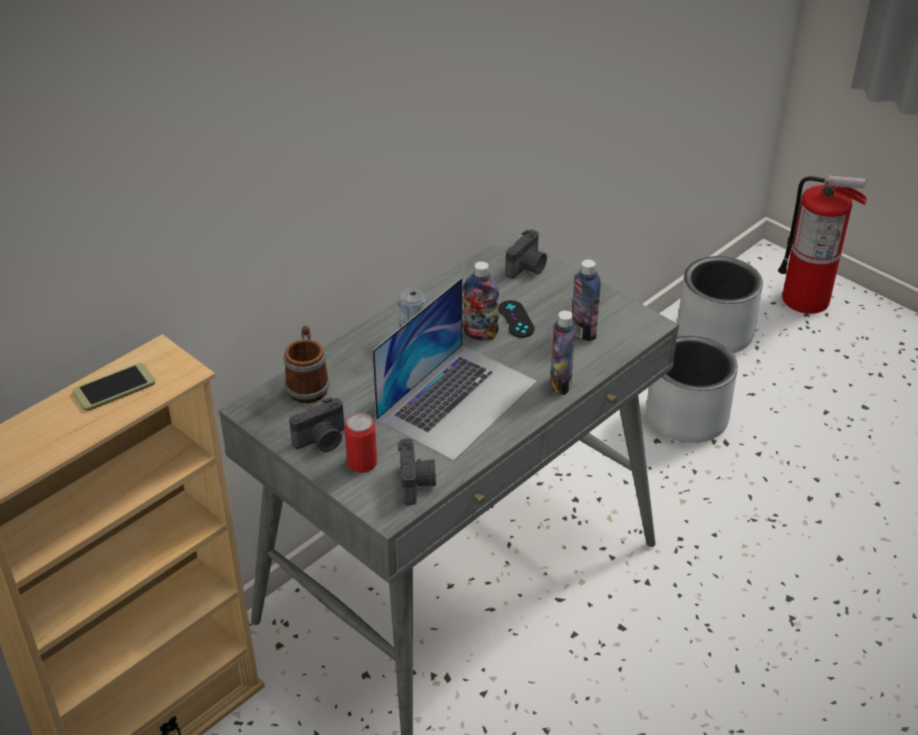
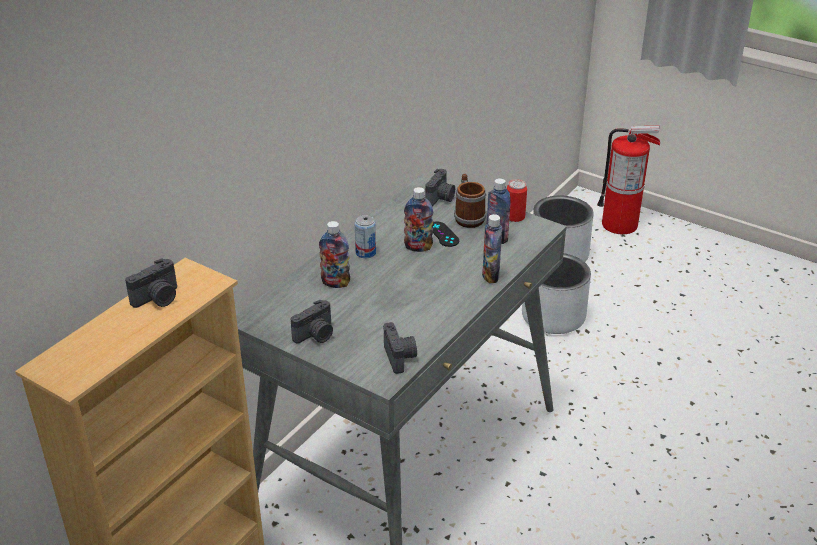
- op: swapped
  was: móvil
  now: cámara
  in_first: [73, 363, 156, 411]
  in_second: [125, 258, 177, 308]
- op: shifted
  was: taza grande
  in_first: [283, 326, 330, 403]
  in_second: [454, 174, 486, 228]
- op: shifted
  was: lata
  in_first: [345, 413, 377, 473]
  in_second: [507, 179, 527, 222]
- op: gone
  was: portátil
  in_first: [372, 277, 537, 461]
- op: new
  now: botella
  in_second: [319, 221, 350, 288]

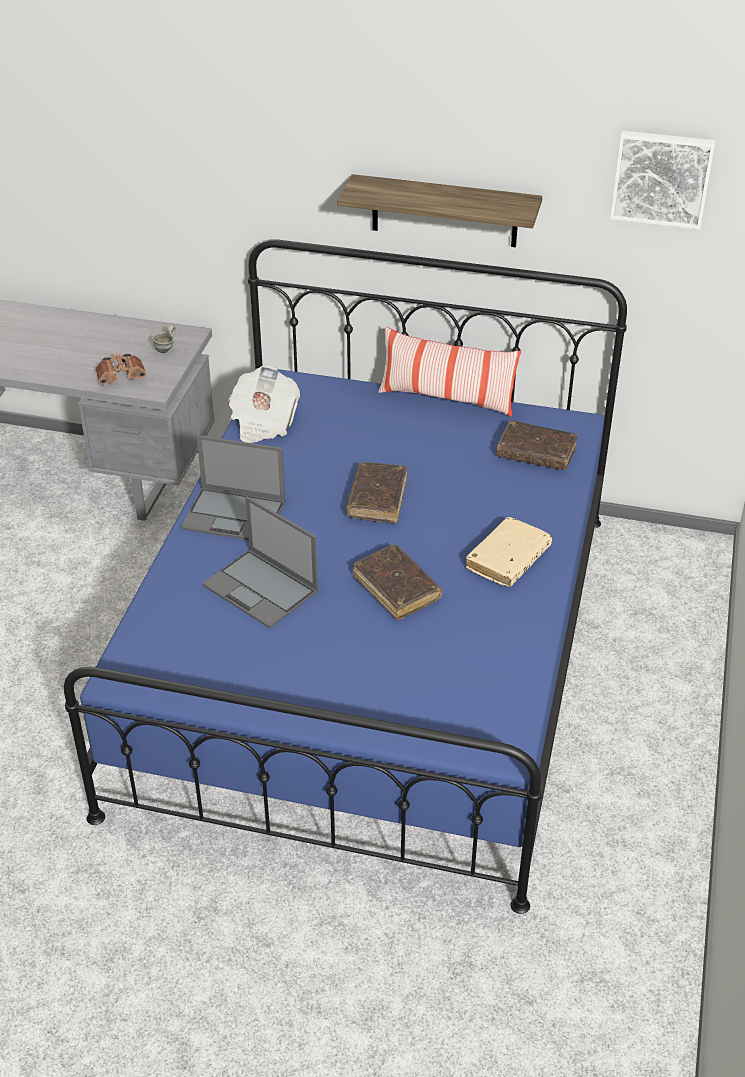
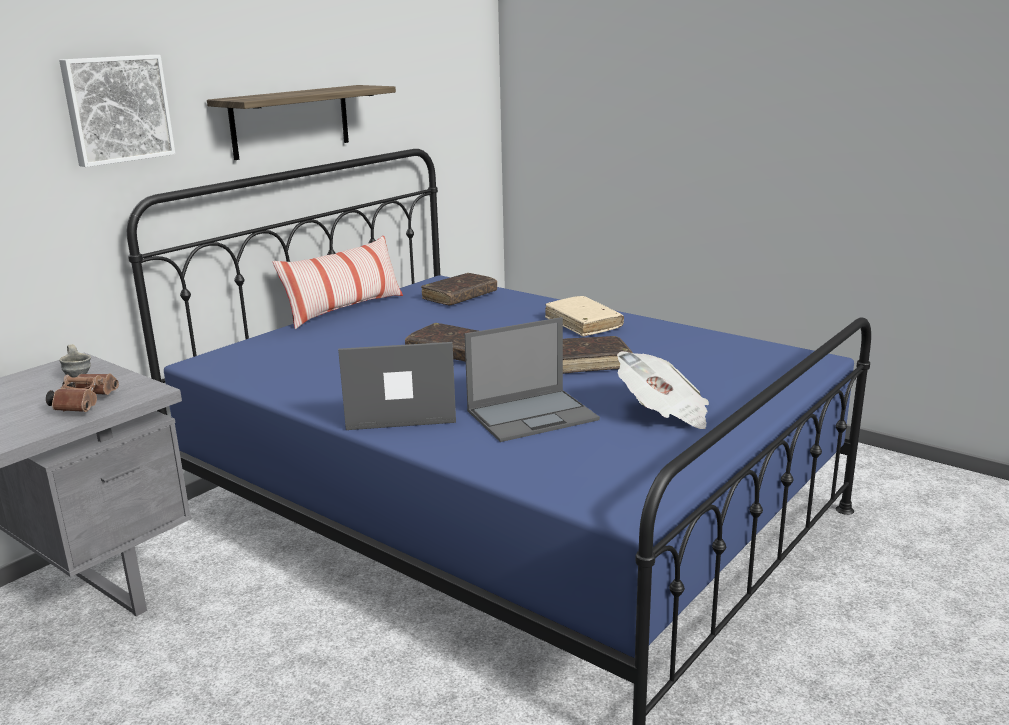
- op: rotated
  was: portátil
  in_first: [181, 435, 286, 540]
  in_second: [338, 342, 456, 430]
  clockwise: -135
- op: shifted
  was: periódico
  in_first: [228, 365, 300, 443]
  in_second: [617, 351, 709, 429]
- op: shifted
  was: cuadro
  in_first: [610, 131, 715, 229]
  in_second: [59, 55, 175, 167]

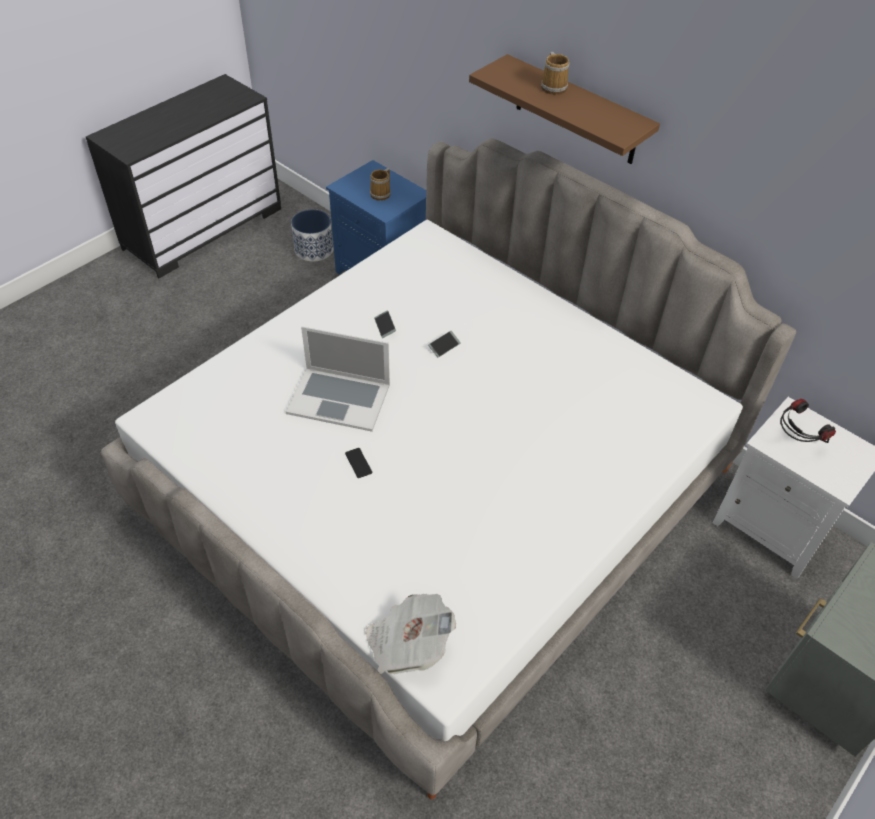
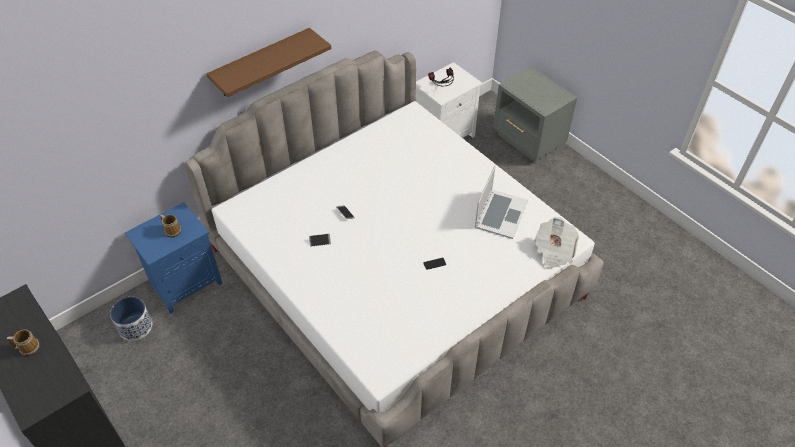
- op: shifted
  was: portátil
  in_first: [286, 327, 390, 432]
  in_second: [475, 165, 528, 239]
- op: shifted
  was: taza grande
  in_first: [541, 52, 570, 95]
  in_second: [7, 329, 40, 356]

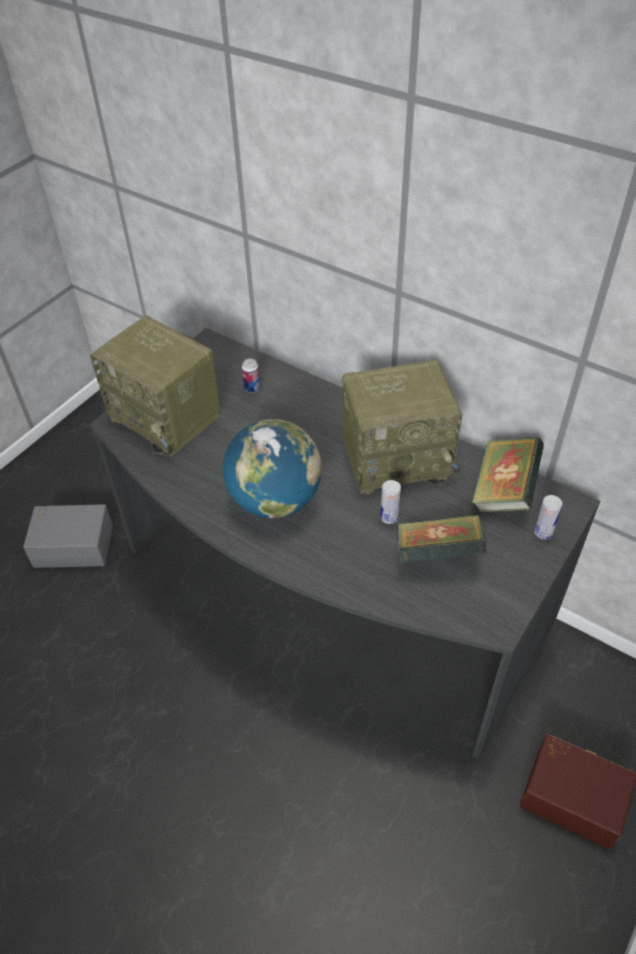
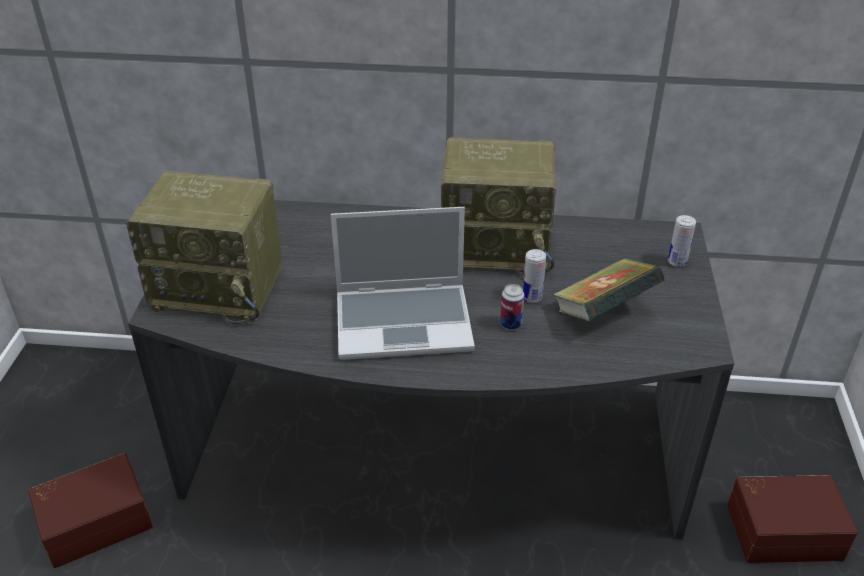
- op: repainted
  was: caja de almacenaje [gris]
  now: caja de almacenaje [marrón]
  in_first: [23, 504, 113, 568]
  in_second: [28, 453, 153, 568]
- op: swapped
  was: globo terráqueo
  now: portátil
  in_first: [223, 419, 322, 518]
  in_second: [331, 207, 475, 360]
- op: shifted
  was: lata
  in_first: [242, 359, 260, 393]
  in_second: [500, 284, 525, 330]
- op: rotated
  was: radio
  in_first: [342, 359, 462, 495]
  in_second: [441, 137, 556, 277]
  clockwise: 45
- op: gone
  was: libro
  in_first: [472, 436, 544, 512]

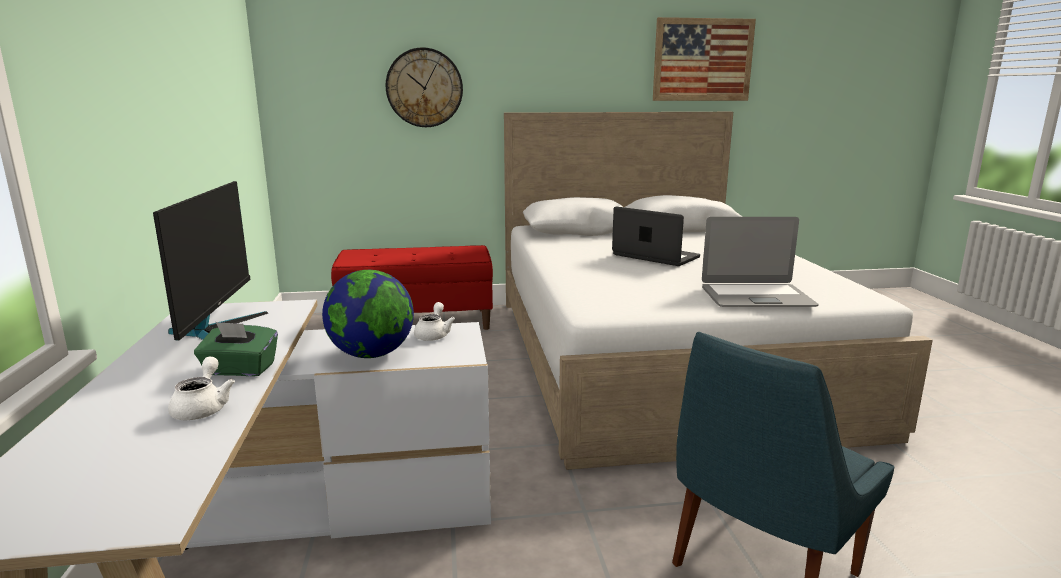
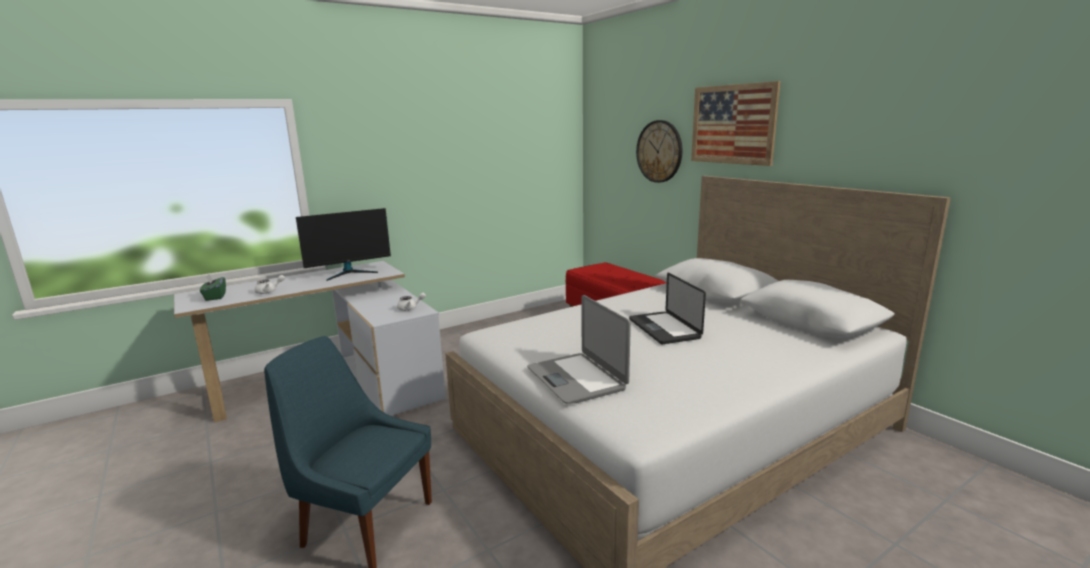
- op: shifted
  was: caja de pañuelos [verde]
  in_first: [194, 322, 278, 376]
  in_second: [200, 274, 226, 301]
- op: gone
  was: globo terráqueo
  in_first: [322, 270, 414, 358]
- op: rotated
  was: portátil
  in_first: [612, 207, 700, 266]
  in_second: [629, 273, 706, 344]
  clockwise: 150
- op: shifted
  was: cuadro
  in_first: [653, 17, 756, 101]
  in_second: [691, 81, 781, 166]

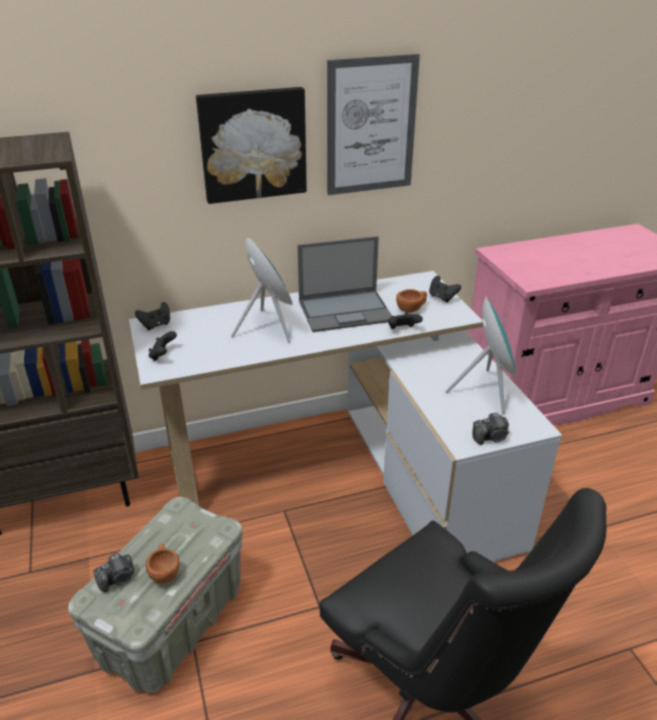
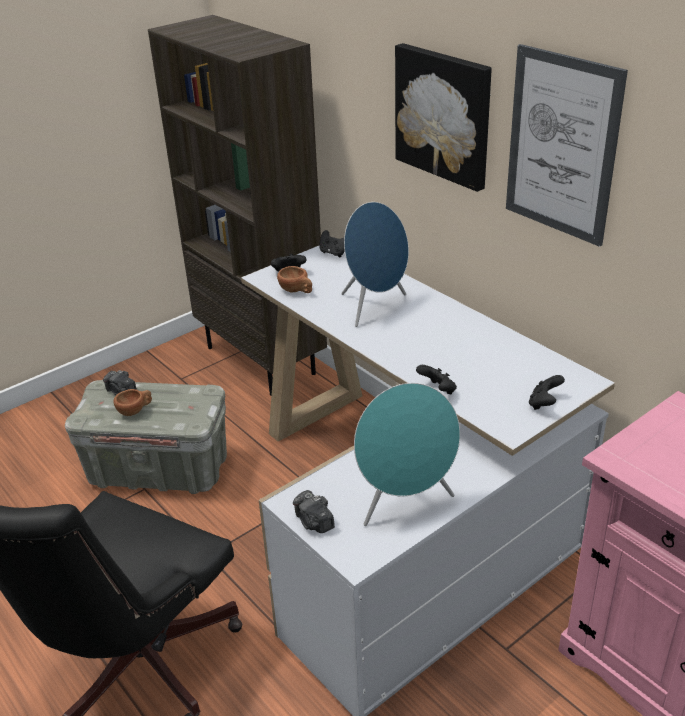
- op: gone
  was: portátil
  in_first: [298, 236, 392, 332]
- op: shifted
  was: taza [marrón]
  in_first: [396, 289, 427, 313]
  in_second: [277, 266, 312, 293]

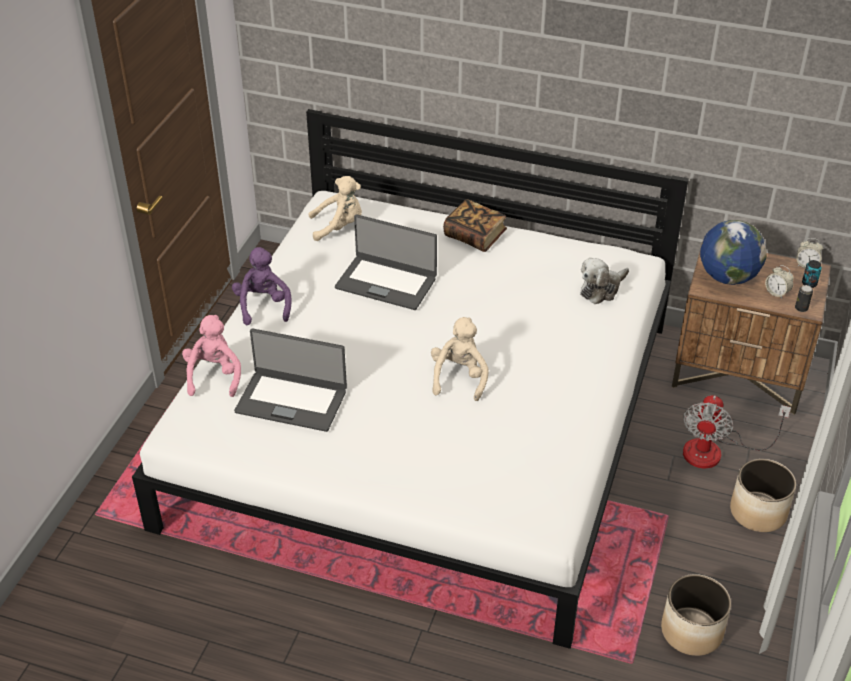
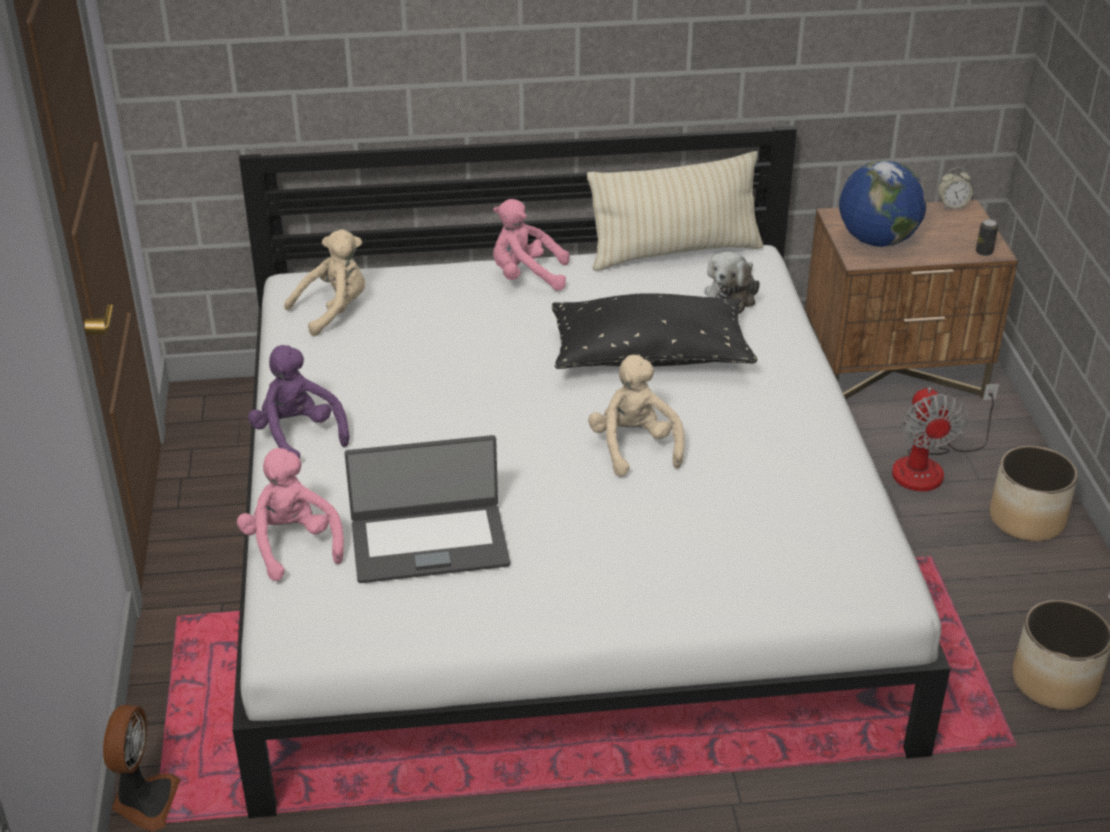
- op: gone
  was: portátil
  in_first: [335, 214, 437, 310]
- op: swapped
  was: libro
  now: peluche [rosa]
  in_first: [443, 199, 507, 252]
  in_second: [493, 199, 570, 291]
- op: gone
  was: despertador
  in_first: [765, 265, 794, 299]
- op: gone
  was: lata
  in_first: [802, 260, 822, 288]
- op: new
  now: ventilador
  in_second: [103, 705, 181, 831]
- op: new
  now: cojín [negro]
  in_second: [552, 293, 757, 369]
- op: new
  now: cojín [beis]
  in_second: [587, 151, 763, 271]

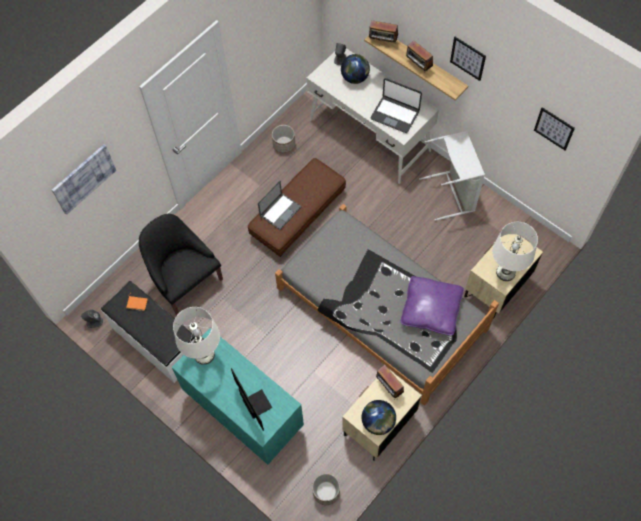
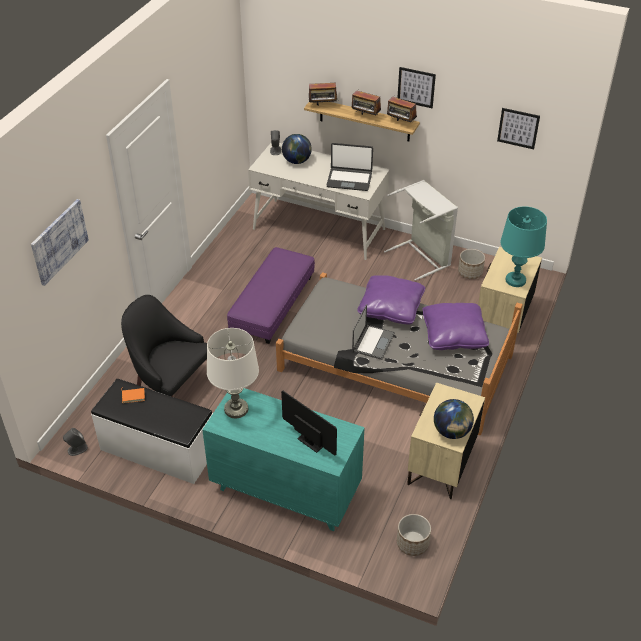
- op: repainted
  was: puf [marrón]
  now: puf [morado]
  in_first: [248, 158, 346, 257]
  in_second: [227, 247, 315, 344]
- op: shifted
  was: portátil
  in_first: [258, 181, 302, 230]
  in_second: [352, 304, 395, 360]
- op: shifted
  was: maceta
  in_first: [272, 125, 295, 153]
  in_second: [458, 249, 485, 279]
- op: shifted
  was: radio
  in_first: [376, 365, 404, 400]
  in_second: [387, 95, 417, 123]
- op: repainted
  was: lámpara de mesa [blanco]
  now: lámpara de mesa [turquesa]
  in_first: [492, 222, 538, 281]
  in_second: [500, 206, 547, 287]
- op: new
  now: cojín [morado]
  in_second: [357, 275, 425, 324]

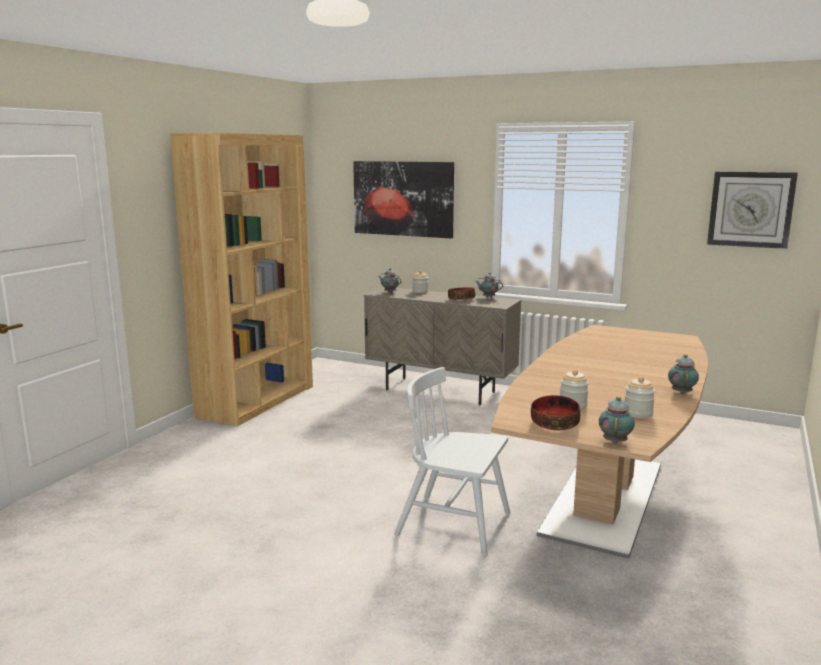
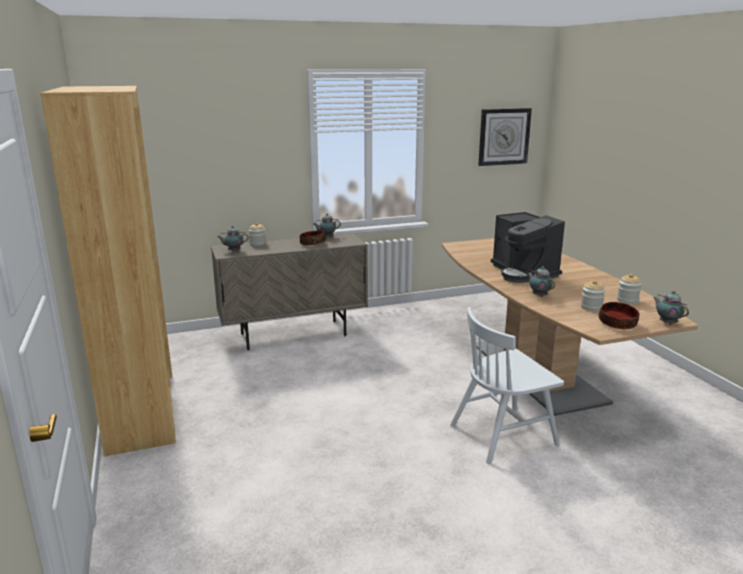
- op: gone
  was: cuadro
  in_first: [353, 161, 454, 238]
- op: shifted
  was: tetera
  in_first: [668, 354, 699, 394]
  in_second: [527, 266, 555, 297]
- op: new
  now: cafetera
  in_second: [491, 212, 565, 283]

